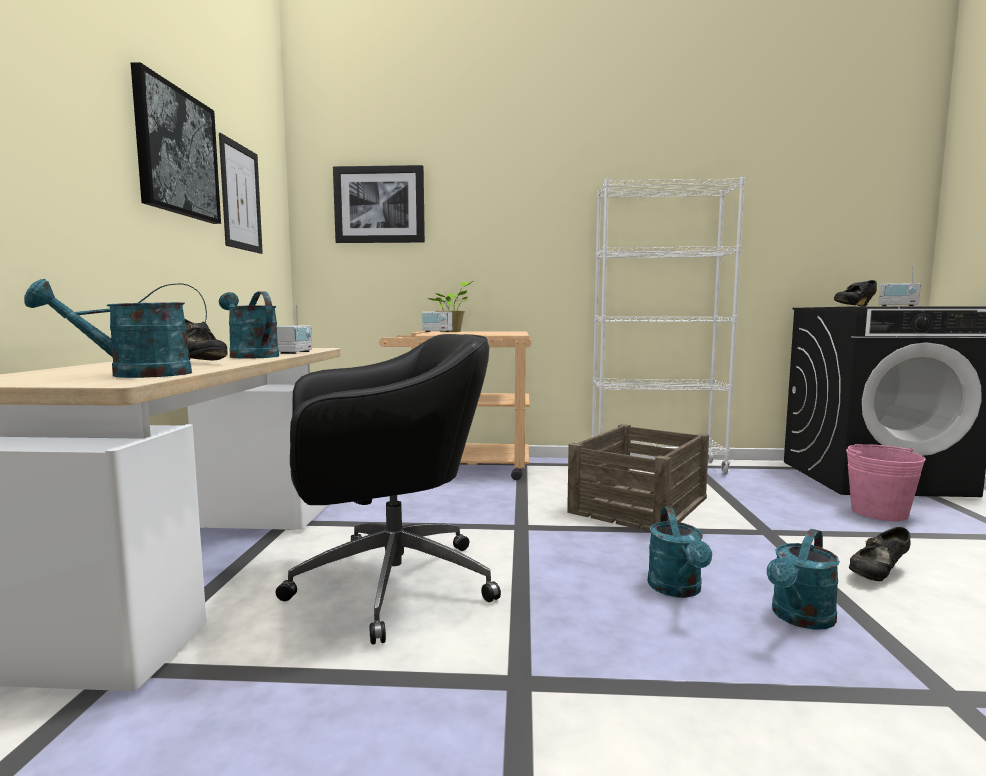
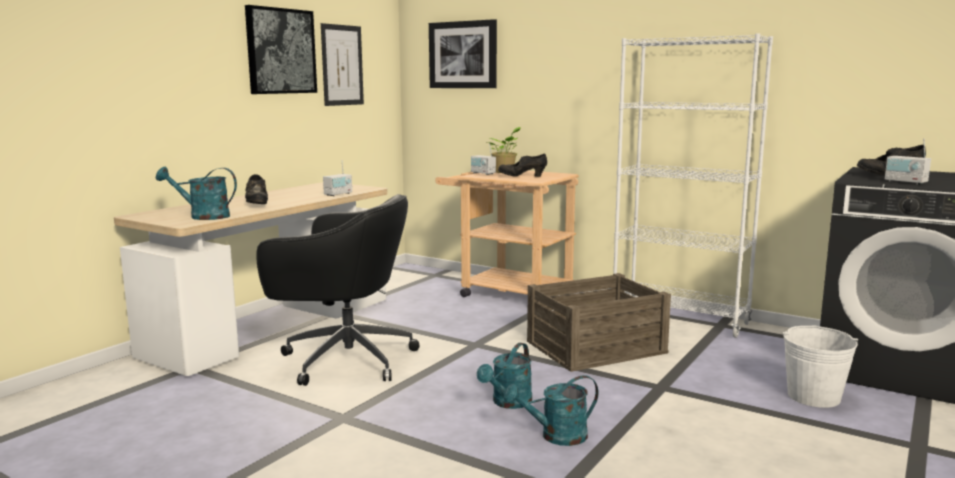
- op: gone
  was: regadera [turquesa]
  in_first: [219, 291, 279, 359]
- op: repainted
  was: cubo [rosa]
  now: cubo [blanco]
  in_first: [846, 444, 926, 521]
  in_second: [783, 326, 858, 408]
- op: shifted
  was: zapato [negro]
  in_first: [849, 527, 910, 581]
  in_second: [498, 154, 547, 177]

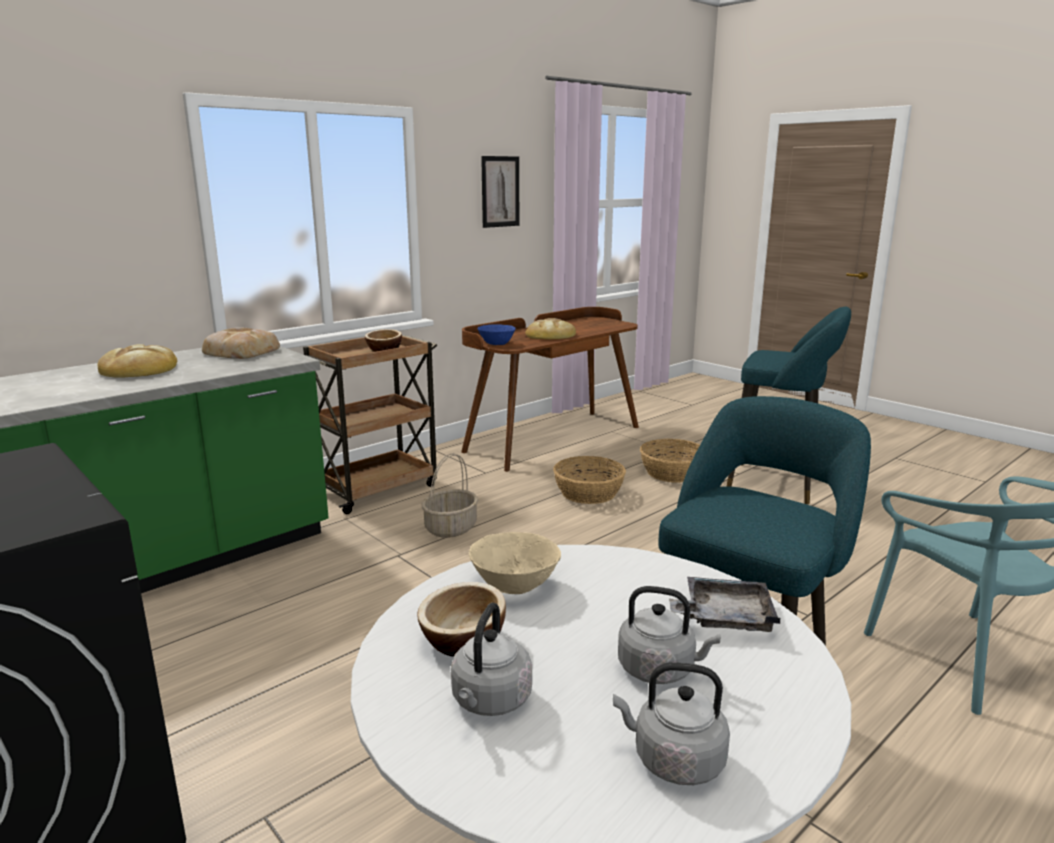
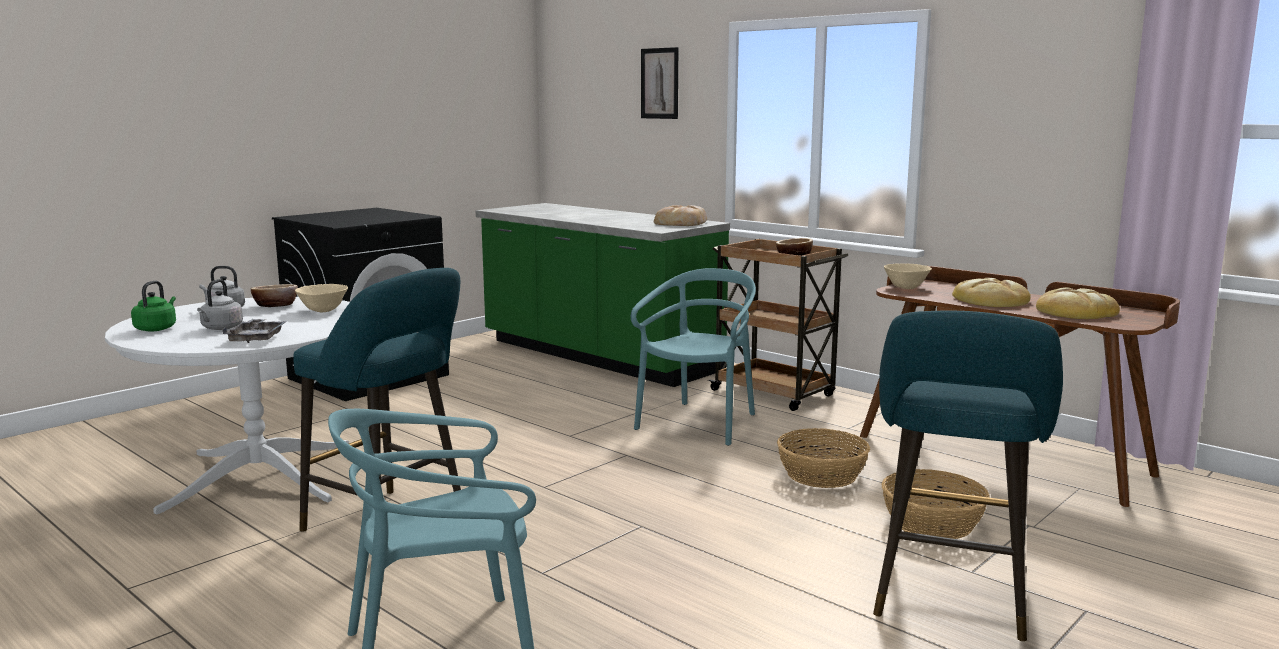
- op: shifted
  was: pan
  in_first: [97, 344, 177, 378]
  in_second: [1036, 288, 1120, 319]
- op: swapped
  was: cesta
  now: silla [turquesa]
  in_first: [422, 453, 478, 538]
  in_second: [631, 268, 756, 446]
- op: repainted
  was: cuenco [azul]
  now: cuenco [beis]
  in_first: [478, 324, 516, 345]
  in_second: [884, 263, 932, 289]
- op: shifted
  was: cuadro
  in_first: [481, 156, 519, 228]
  in_second: [641, 47, 678, 119]
- op: repainted
  was: hervidor [gris]
  now: hervidor [verde]
  in_first: [613, 662, 730, 785]
  in_second: [131, 281, 176, 331]

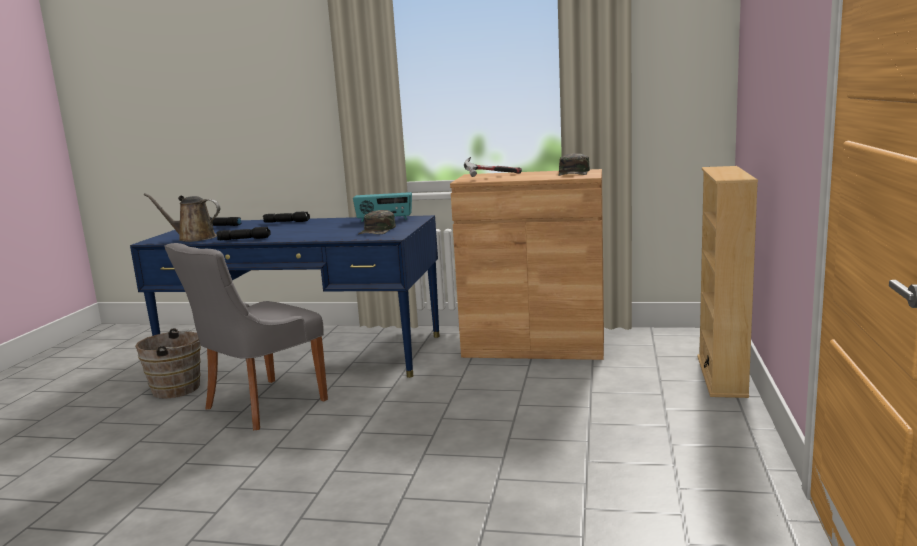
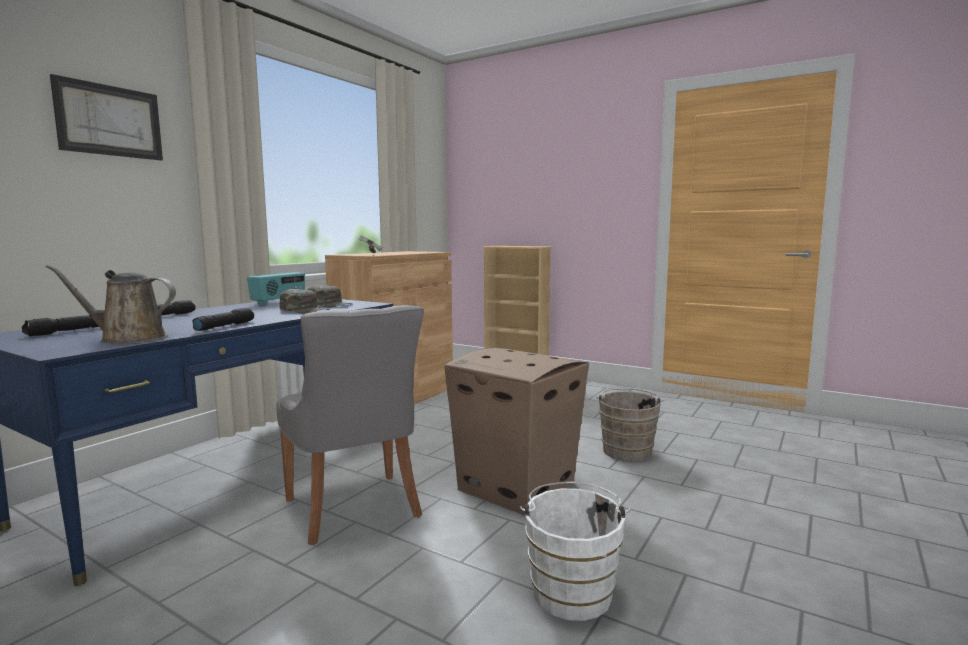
- op: shifted
  was: cubo [marrón]
  in_first: [135, 328, 201, 399]
  in_second: [596, 388, 665, 462]
- op: rotated
  was: regadera [marrón]
  in_first: [144, 193, 221, 242]
  in_second: [45, 265, 176, 344]
  clockwise: 60
- op: shifted
  was: gorra [verde]
  in_first: [558, 153, 590, 176]
  in_second: [279, 289, 330, 314]
- op: new
  now: cuadro
  in_second: [50, 74, 163, 161]
- op: new
  now: caja de cartón
  in_second: [444, 348, 589, 515]
- op: new
  now: cubo [blanco]
  in_second: [520, 481, 631, 621]

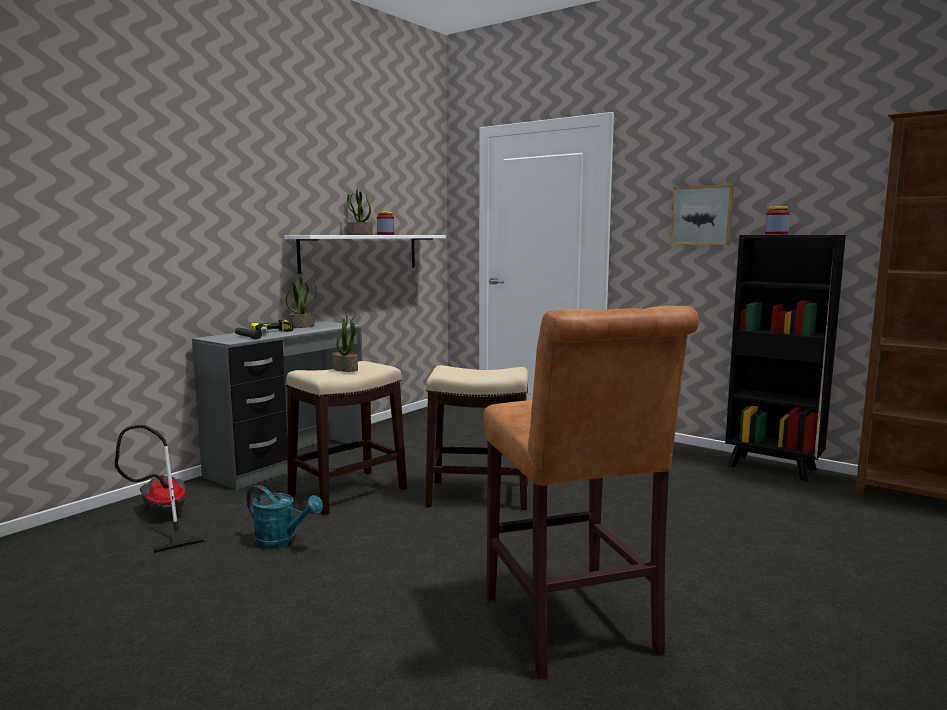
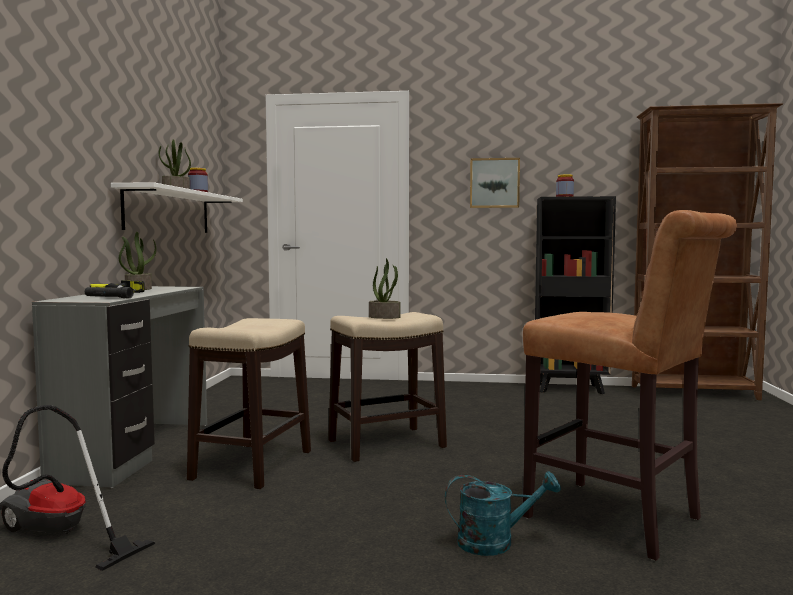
- op: shifted
  was: regadera [turquesa]
  in_first: [246, 485, 323, 549]
  in_second: [445, 471, 561, 556]
- op: shifted
  was: planta en maceta
  in_first: [333, 312, 358, 372]
  in_second: [369, 258, 400, 319]

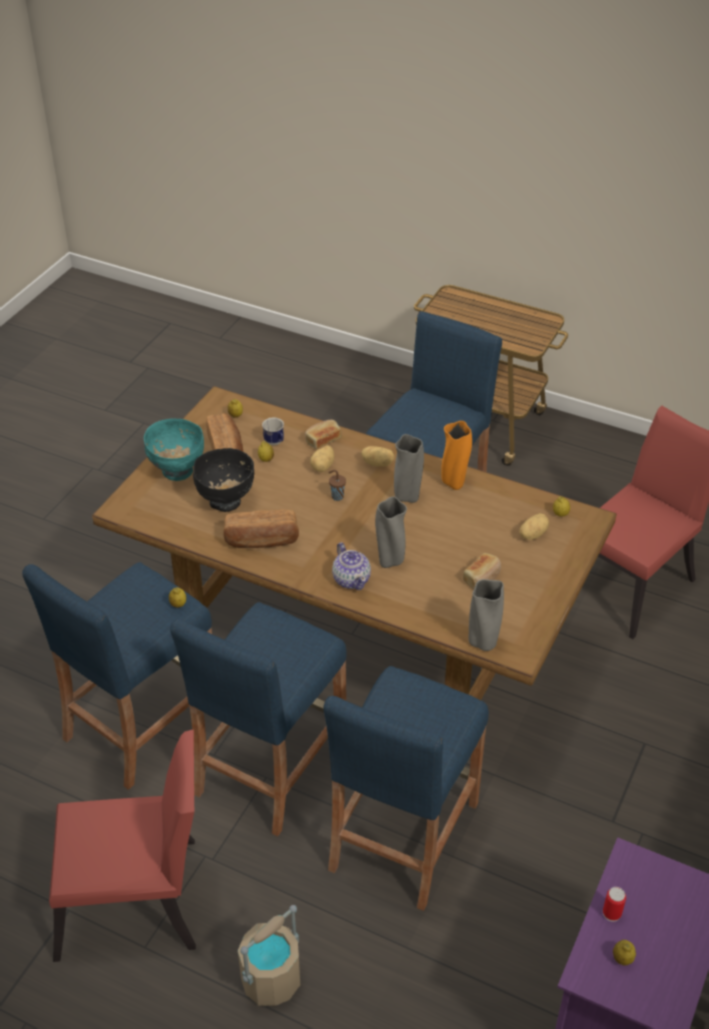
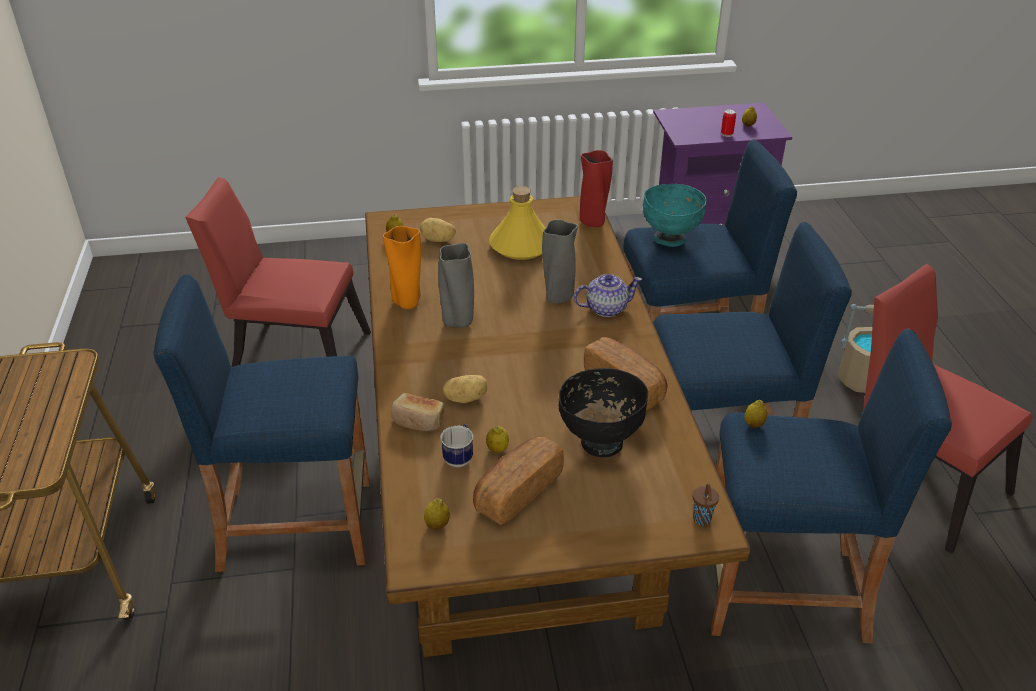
- op: shifted
  was: cuenco [turquesa]
  in_first: [144, 419, 204, 481]
  in_second: [643, 184, 707, 247]
- op: shifted
  was: taza [marrón]
  in_first: [329, 470, 346, 501]
  in_second: [693, 483, 719, 526]
- op: rotated
  was: tetera
  in_first: [332, 542, 371, 590]
  in_second: [574, 274, 642, 317]
  clockwise: 45
- op: gone
  was: patata
  in_first: [361, 446, 394, 467]
- op: swapped
  was: pan
  now: botella [amarillo]
  in_first: [463, 553, 501, 589]
  in_second: [489, 186, 546, 260]
- op: repainted
  was: florero [gris]
  now: florero [rojo]
  in_first: [468, 579, 504, 651]
  in_second: [580, 150, 613, 227]

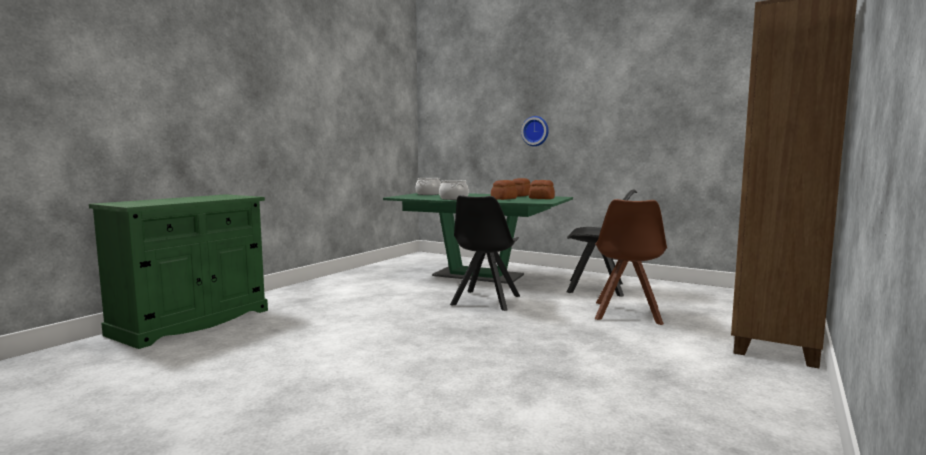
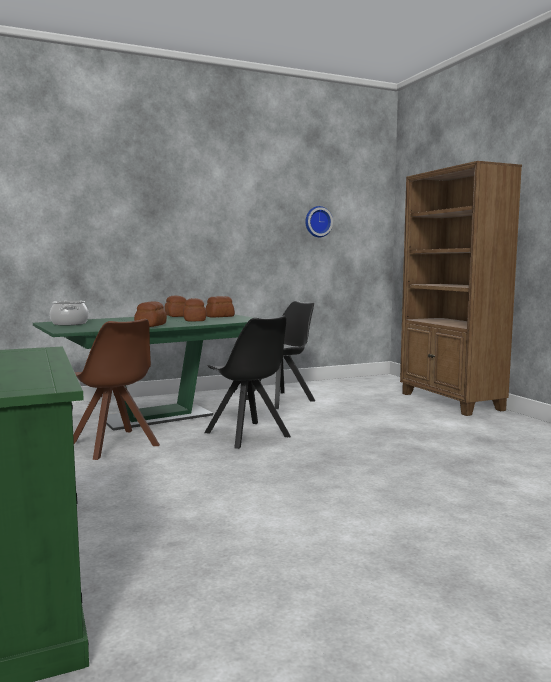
- op: swapped
  was: olla
  now: pan
  in_first: [439, 180, 469, 200]
  in_second: [134, 301, 167, 327]
- op: shifted
  was: reloj de pared
  in_first: [521, 116, 549, 146]
  in_second: [305, 206, 333, 237]
- op: shifted
  was: silla [marrón]
  in_first: [595, 199, 667, 325]
  in_second: [73, 319, 160, 460]

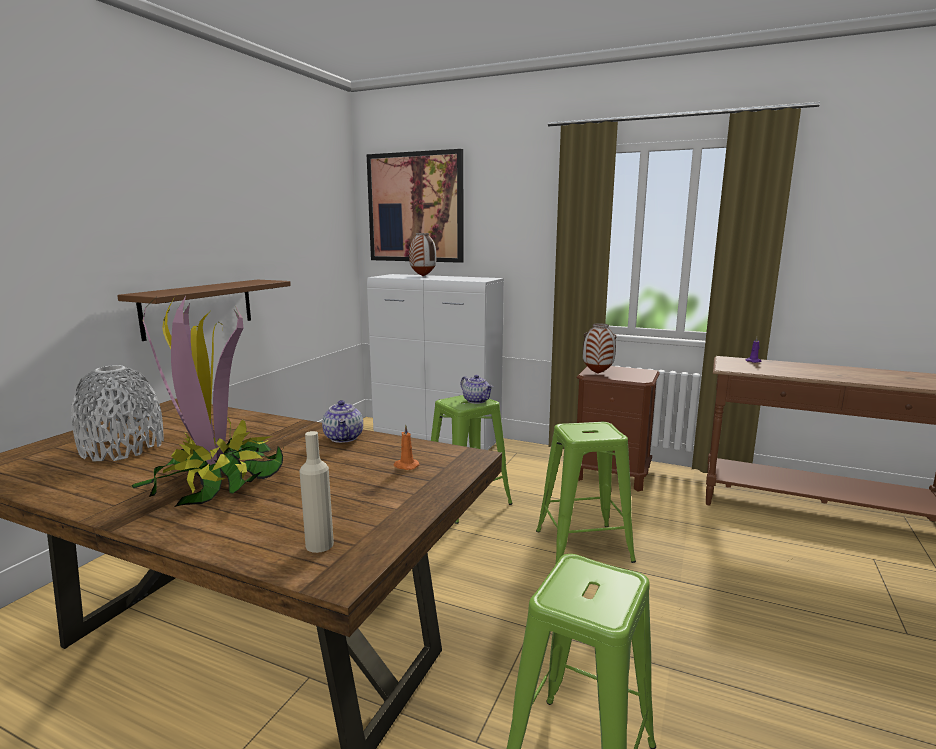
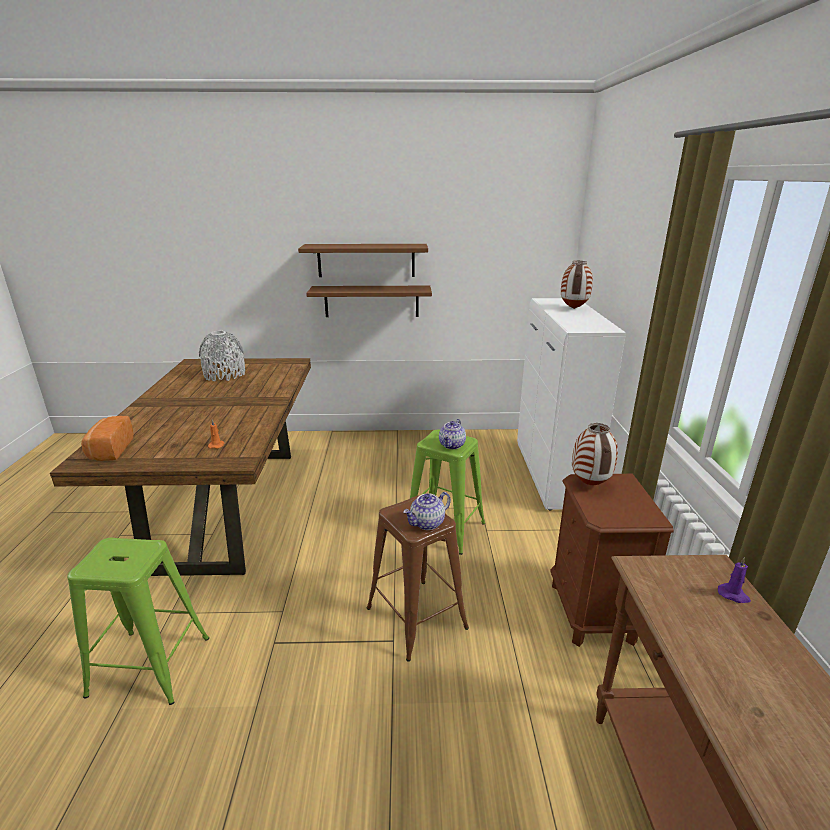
- op: gone
  was: planta en maceta
  in_first: [131, 295, 283, 507]
- op: swapped
  was: botella [beis]
  now: pan
  in_first: [299, 431, 334, 553]
  in_second: [81, 416, 134, 461]
- op: shifted
  was: tetera
  in_first: [322, 400, 363, 443]
  in_second: [403, 492, 451, 530]
- op: gone
  was: cuadro
  in_first: [367, 149, 464, 263]
- op: repainted
  was: taburete [verde]
  now: taburete [marrón]
  in_first: [536, 422, 636, 565]
  in_second: [366, 495, 469, 662]
- op: new
  now: estante [marrón]
  in_second: [298, 244, 428, 277]

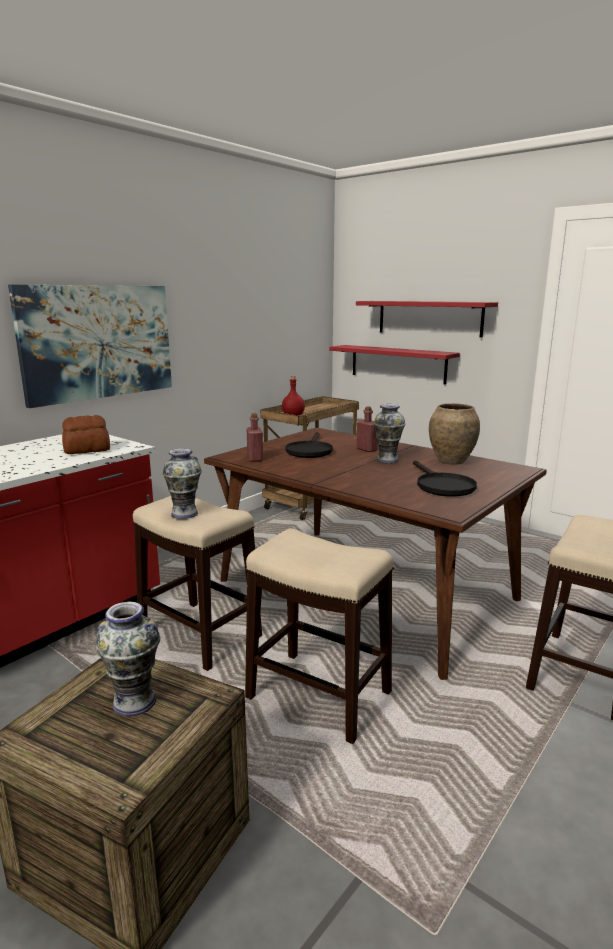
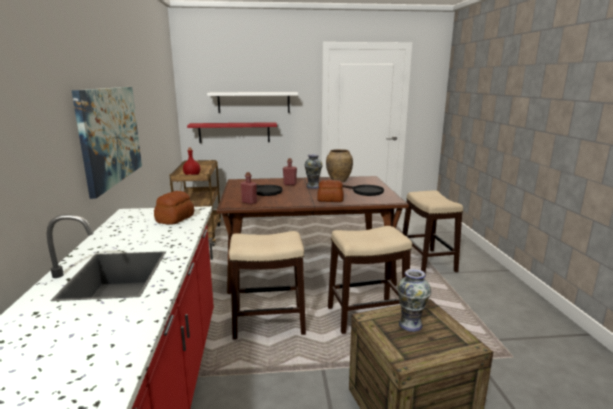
- op: gone
  was: florero
  in_first: [163, 448, 202, 519]
- op: repainted
  was: estante [rojo]
  now: estante [blanco]
  in_first: [356, 301, 498, 338]
  in_second: [207, 92, 298, 113]
- op: new
  now: pan
  in_second: [317, 180, 344, 202]

